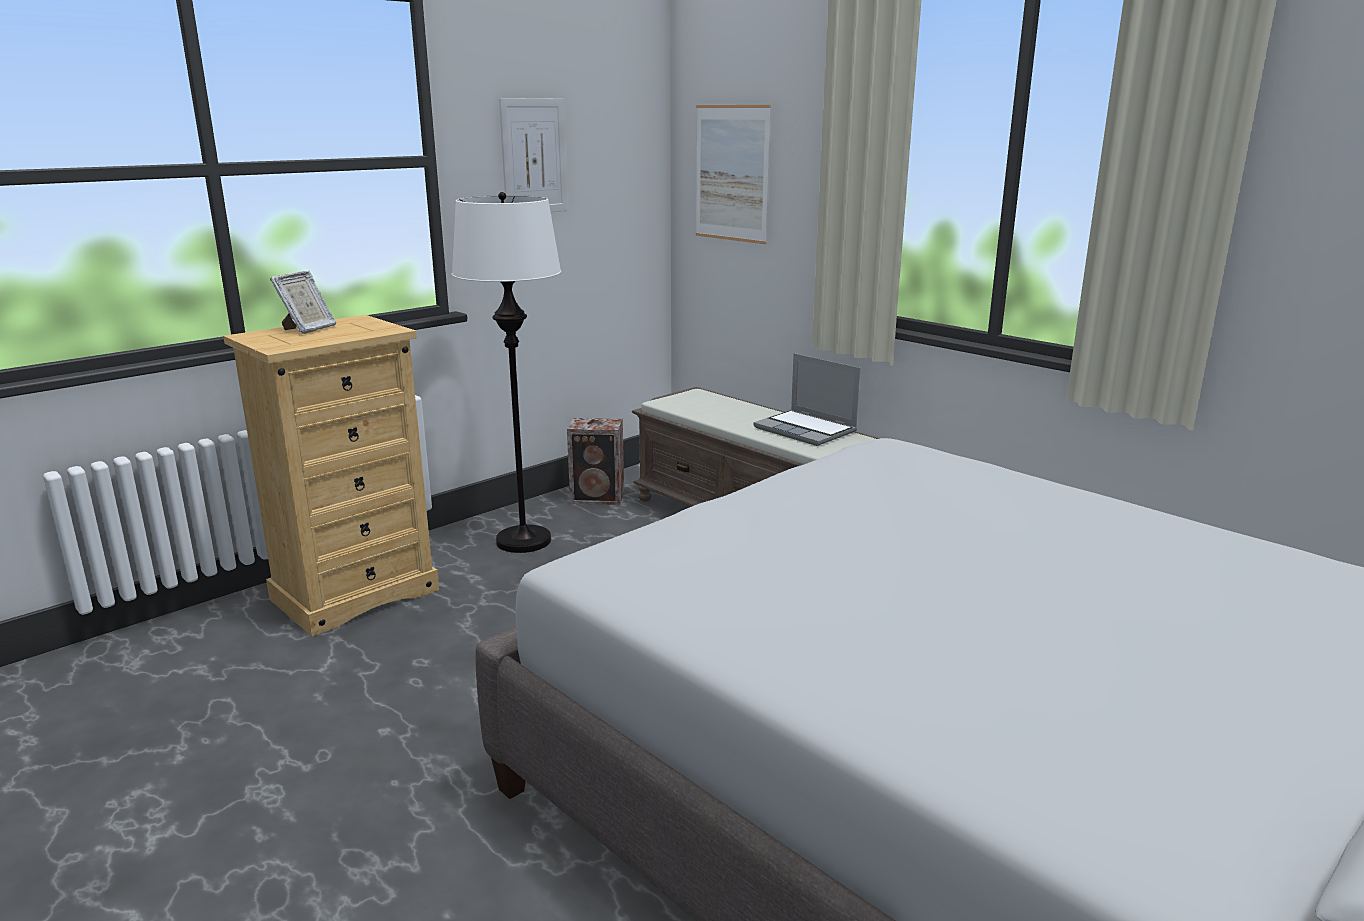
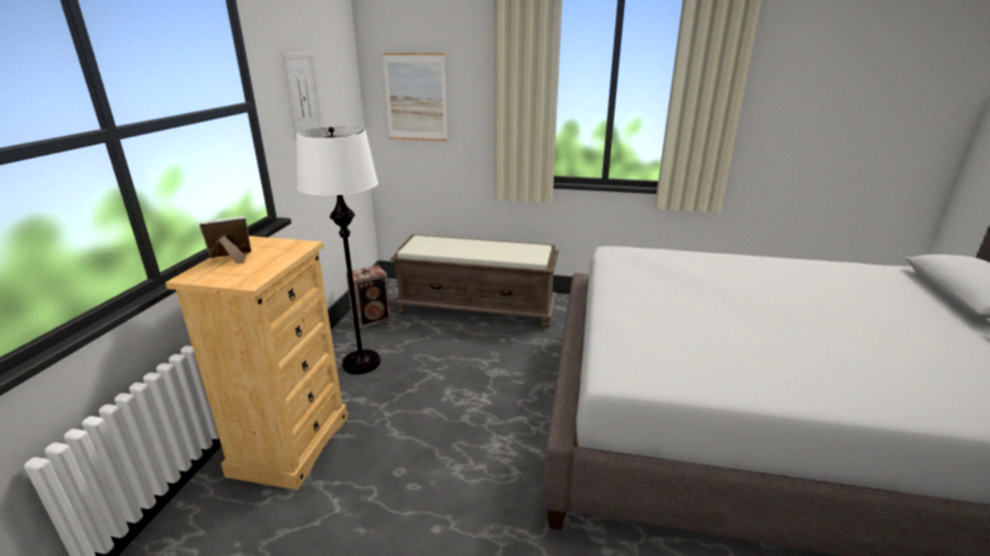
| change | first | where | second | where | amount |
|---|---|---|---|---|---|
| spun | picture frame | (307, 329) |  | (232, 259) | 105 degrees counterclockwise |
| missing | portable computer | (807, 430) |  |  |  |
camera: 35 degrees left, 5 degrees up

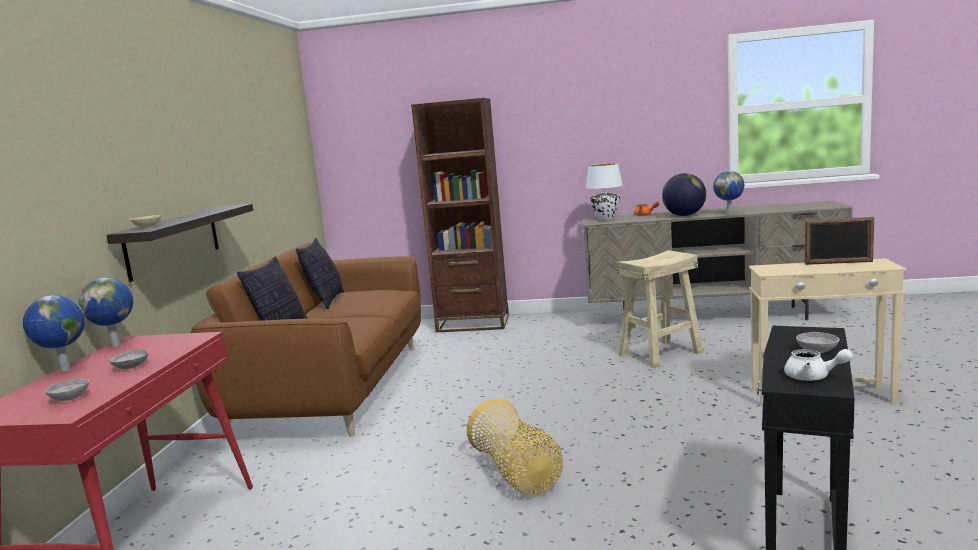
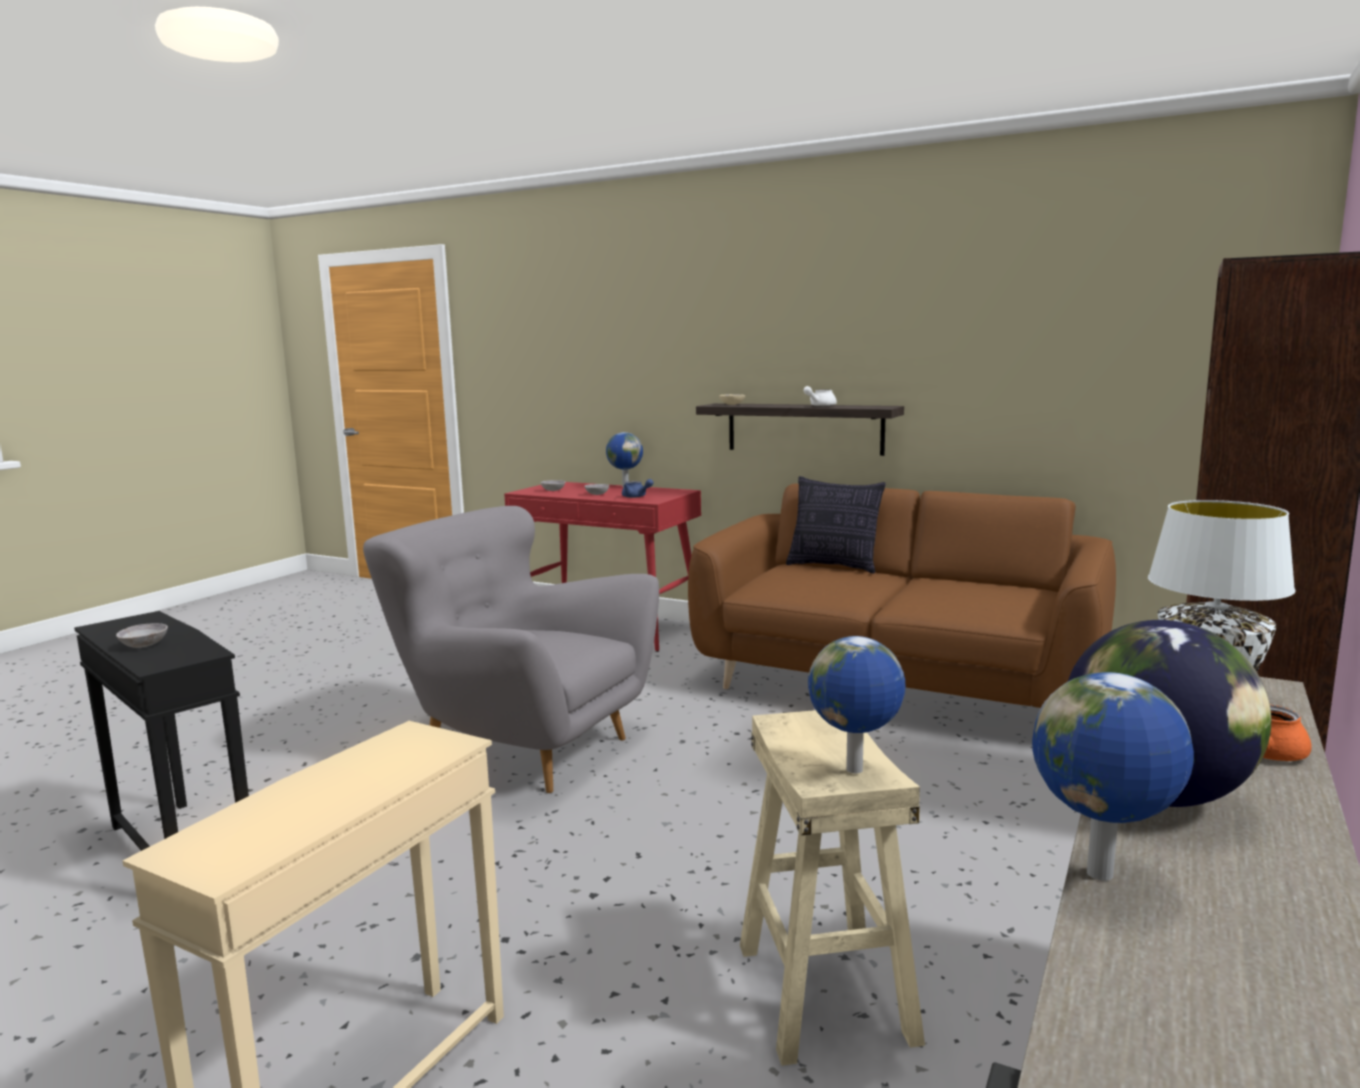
| change | first | where | second | where | amount |
|---|---|---|---|---|---|
| relocated | globe | (117, 345) |  | (855, 771) |  |
| missing | cushion | (326, 301) |  |  |  |
| exchanged | household basket | (517, 474) | greyish lounge chair | (521, 748) |  |
| relocated | whitish teapot | (813, 377) |  | (819, 406) |  |
| missing | picture frame | (838, 263) |  |  |  |
| appeared |  |  | bluish teapot | (636, 497) |  |
camera: 110 degrees right, 0 degrees up

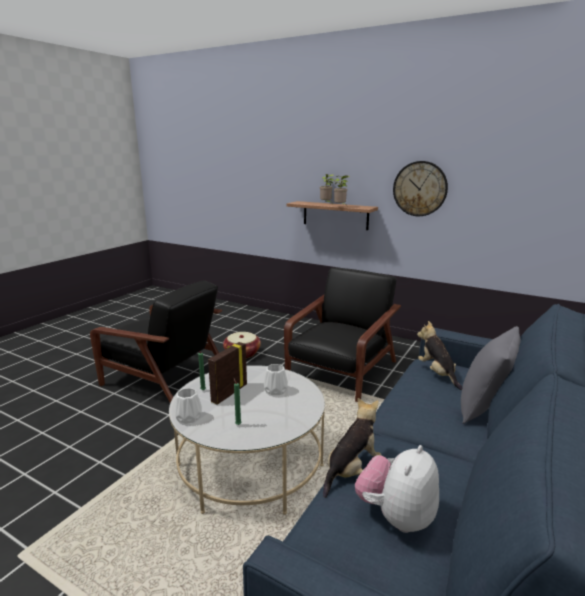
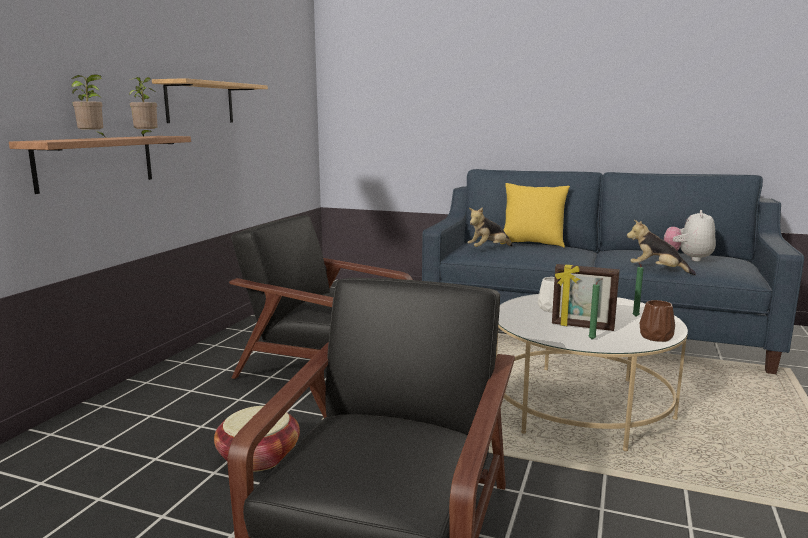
| change | first | where | second | where | amount |
|---|---|---|---|---|---|
| colour | whitish flower vase | (188, 418) | brown flower vase | (656, 337) |  |
| spun | cuddly toy | (396, 516) |  | (688, 258) | 90 degrees clockwise |
| exchanged | clock on the wall | (420, 189) | shelf | (200, 103) |  |
| colour | greyish cushion | (485, 408) | yellowish cushion | (532, 244) |  |
camera: 100 degrees left, 5 degrees down

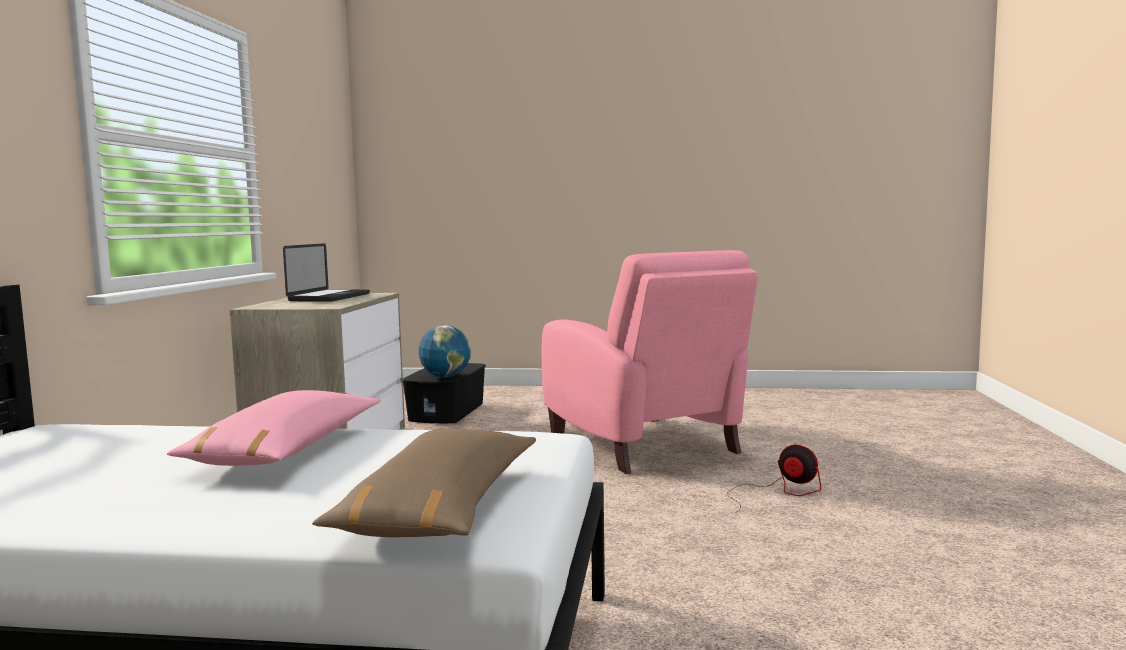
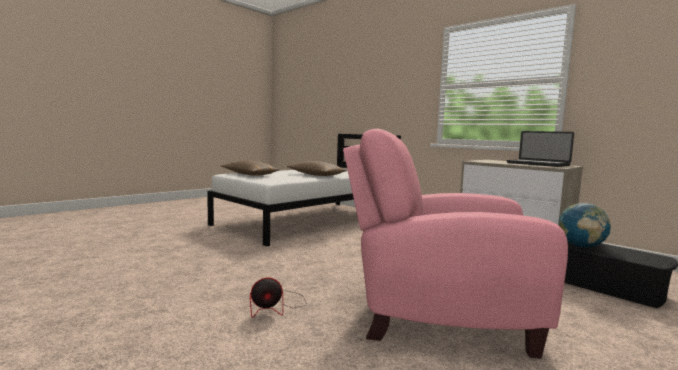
| change | first | where | second | where | amount |
|---|---|---|---|---|---|
| colour | pinkish cushion | (286, 450) | brown cushion | (316, 175) |  |
camera: 125 degrees right, 0 degrees up

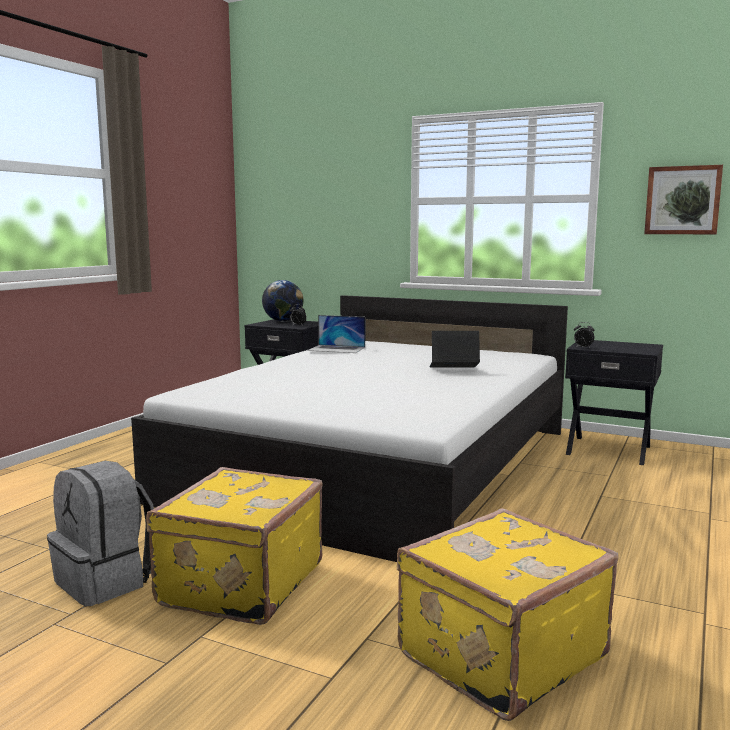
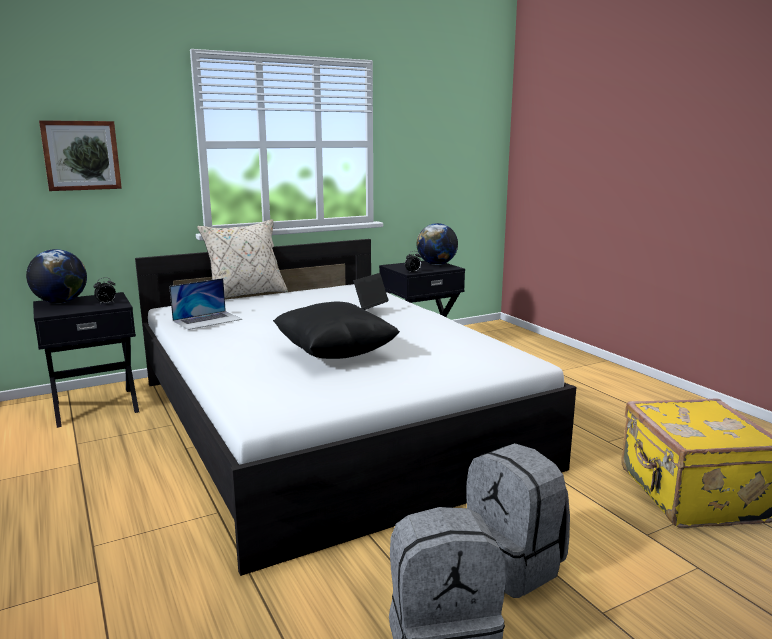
| change | first | where | second | where | amount |
|---|---|---|---|---|---|
| exchanged | yellowish travel case | (239, 583) | greyish rucksack | (514, 564) |  |
| relocated | picture | (682, 200) |  | (81, 155) |  |
| appeared |  |  | beige cushion | (245, 294) |  |
| appeared |  |  | blackish cushion | (335, 354) |  |
| appeared |  |  | globe | (436, 264) |  |
camera: 55 degrees left, 5 degrees up

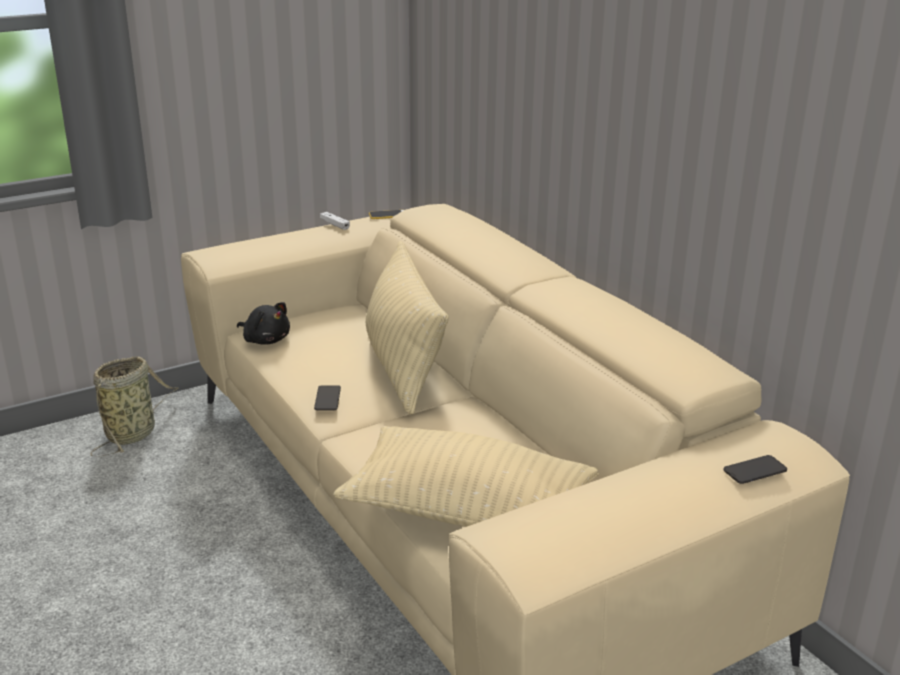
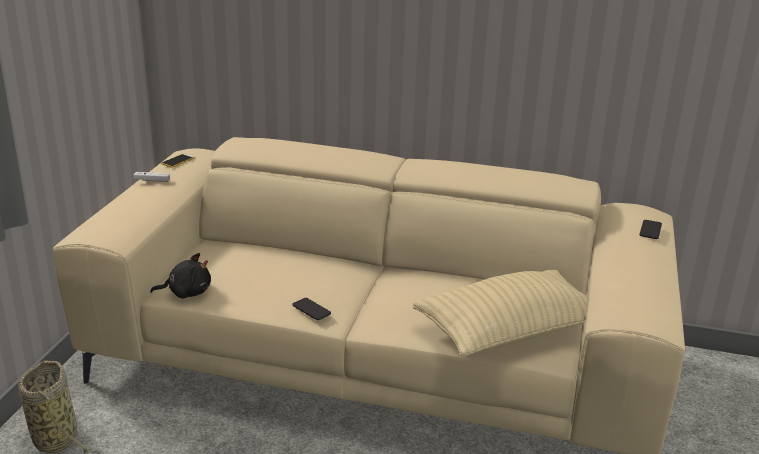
| change | first | where | second | where | amount |
|---|---|---|---|---|---|
| missing | beige cushion | (403, 367) |  |  |  |
camera: 45 degrees left, 0 degrees up

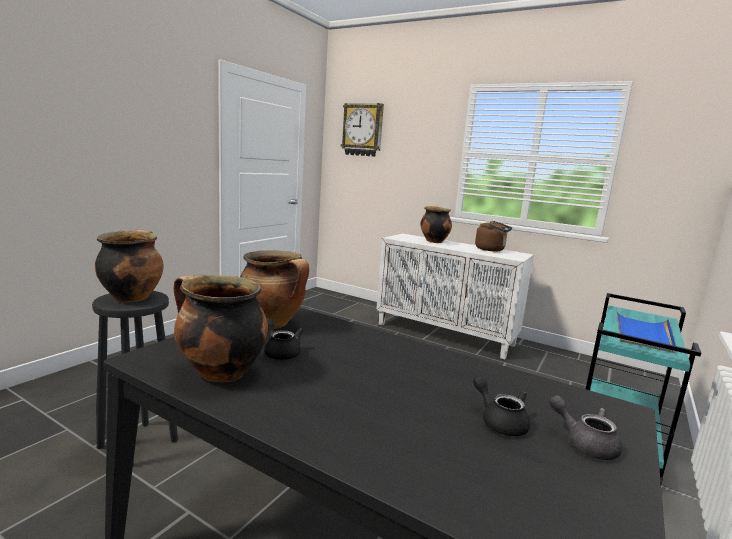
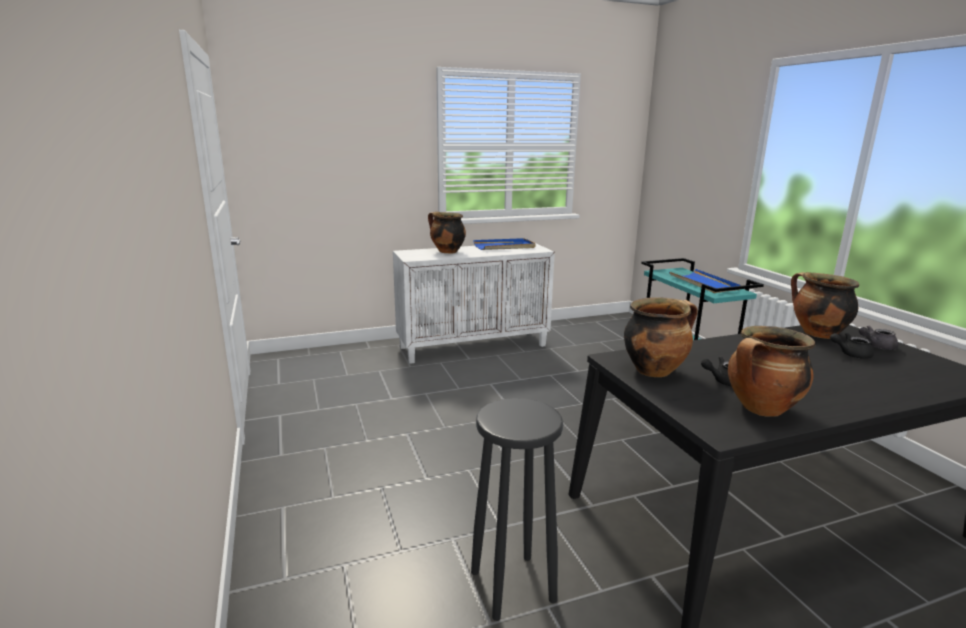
| change | first | where | second | where | amount |
|---|---|---|---|---|---|
| relocated | cooking pot | (132, 297) |  | (816, 334) |  |
| missing | clock on the wall | (362, 130) |  |  |  |
| exchanged | brown kettle | (491, 250) | bluish carrying tray | (504, 246) |  |
camera: 50 degrees left, 5 degrees up

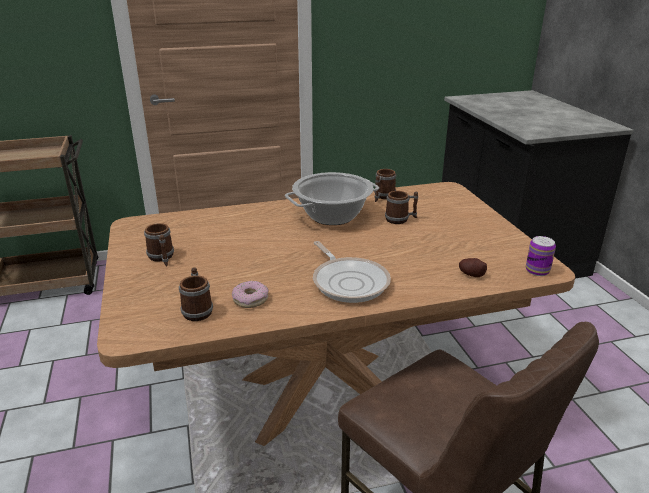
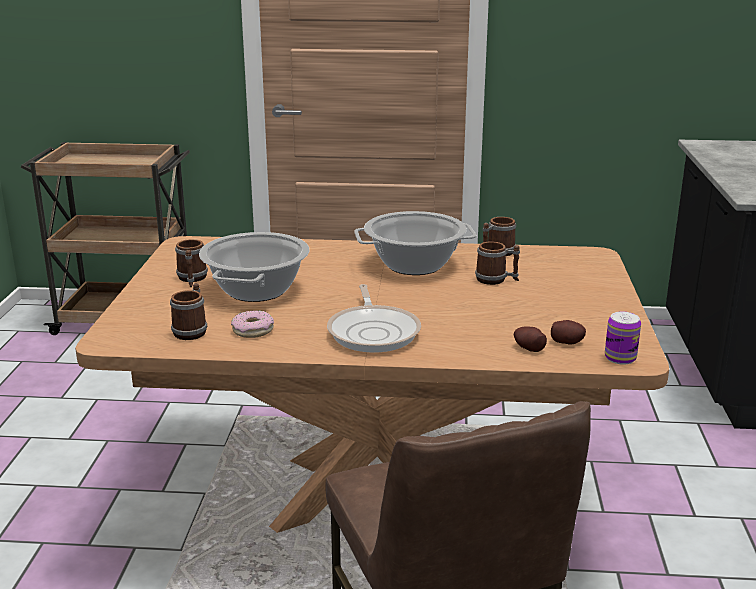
| change | first | where | second | where | amount |
|---|---|---|---|---|---|
| appeared |  |  | cooking pot | (257, 290) |  |
| appeared |  |  | whole potato | (567, 342) |  |
camera: 20 degrees right, 5 degrees down

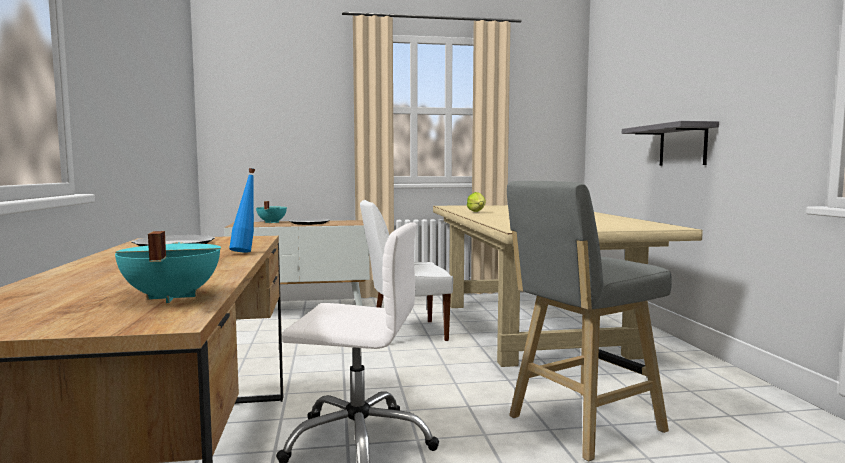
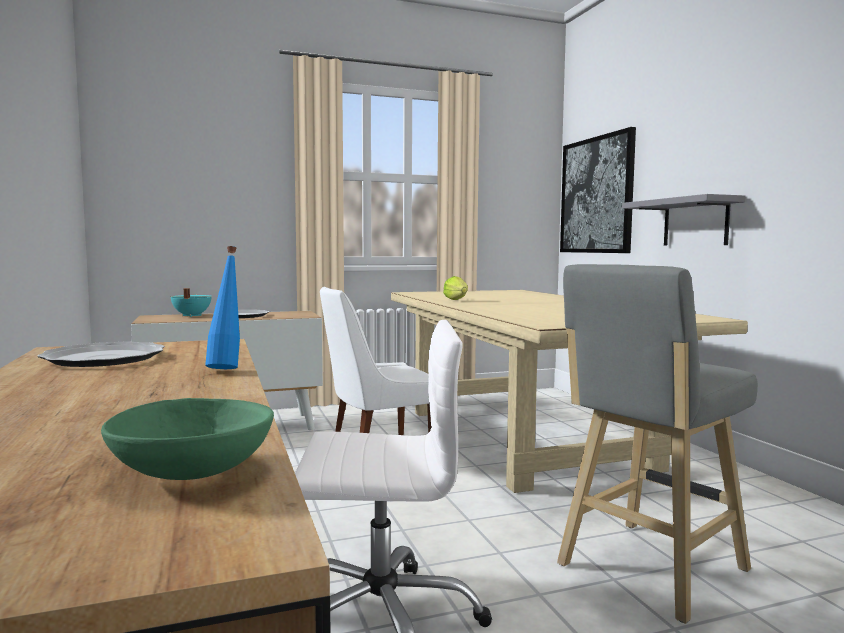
| change | first | where | second | where | amount |
|---|---|---|---|---|---|
| exchanged | blue-green cooking pot | (169, 298) | green deep dish | (190, 473) |  |
| appeared |  |  | picture | (596, 195) |  |
camera: 10 degrees left, 0 degrees up

